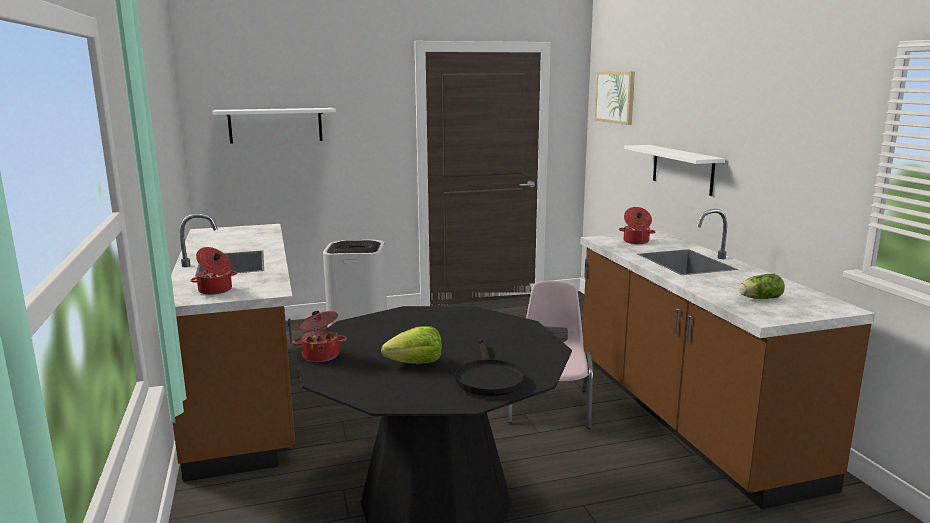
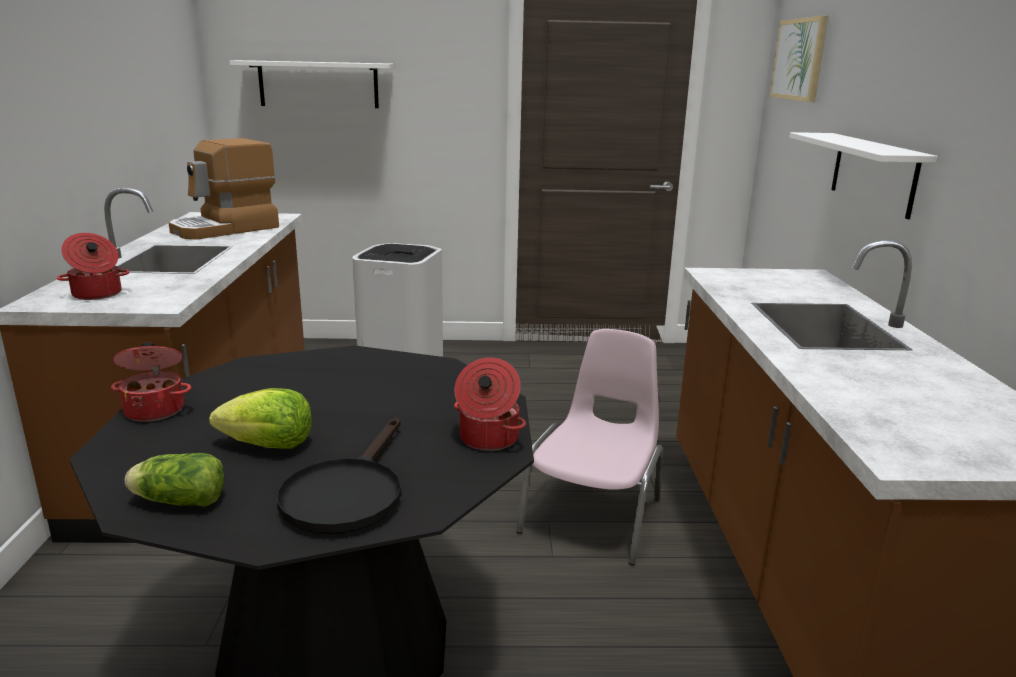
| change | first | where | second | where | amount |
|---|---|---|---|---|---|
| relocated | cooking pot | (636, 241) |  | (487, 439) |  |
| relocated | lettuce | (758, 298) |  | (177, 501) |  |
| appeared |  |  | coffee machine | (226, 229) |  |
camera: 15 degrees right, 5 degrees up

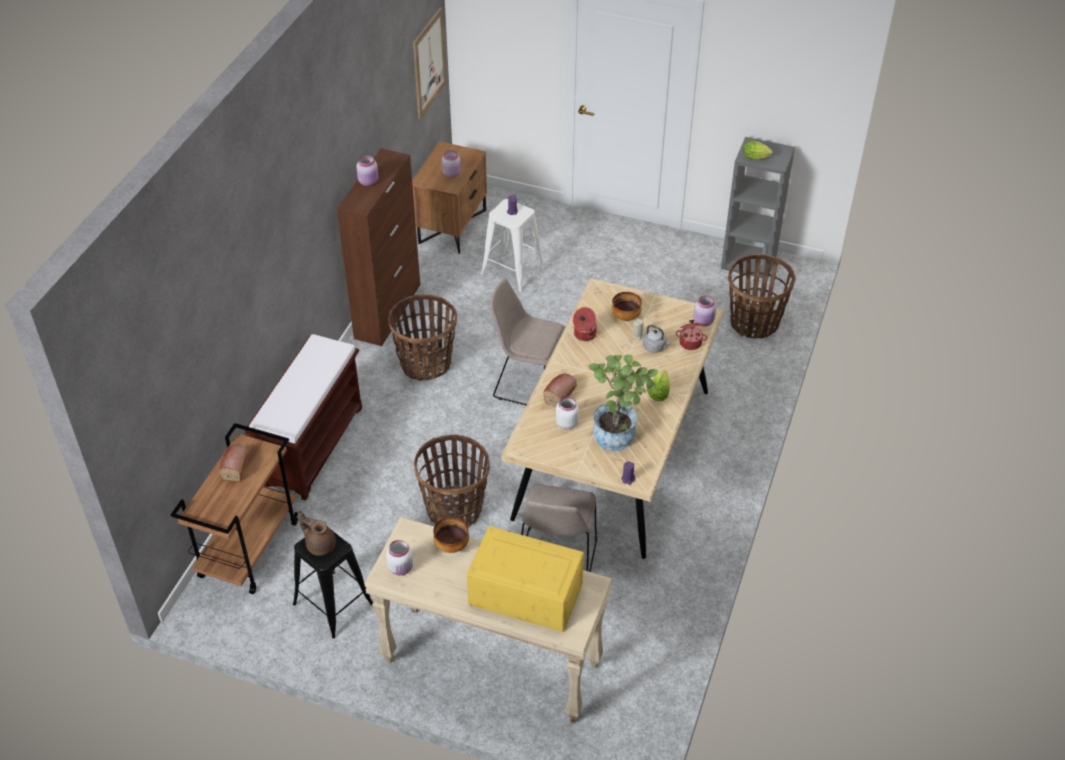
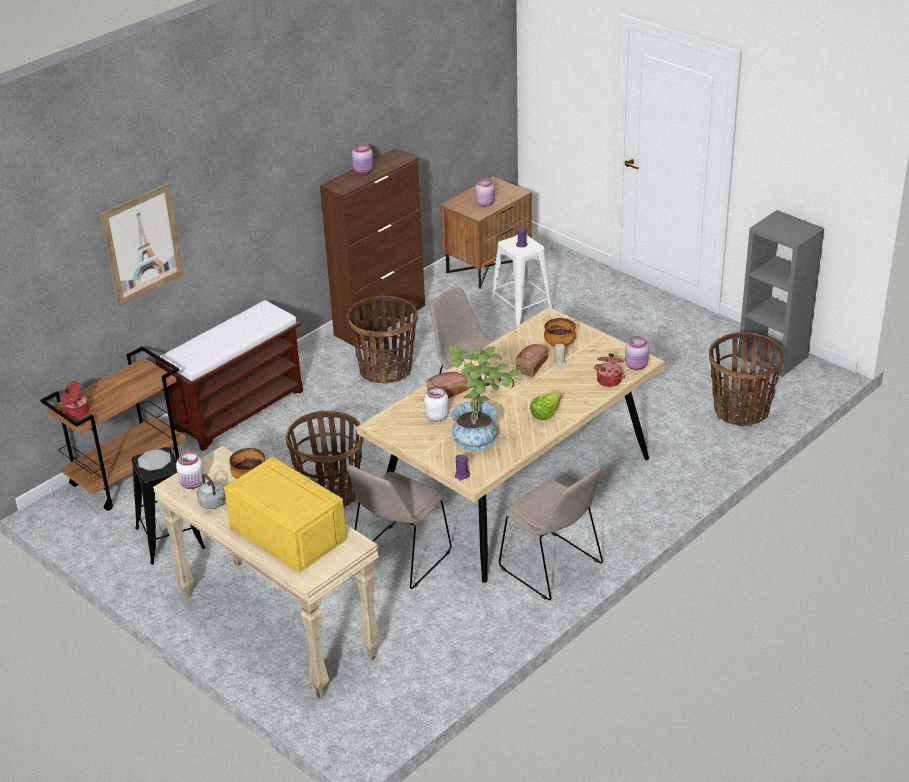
| change | first | where | second | where | amount |
|---|---|---|---|---|---|
| relocated | bread | (235, 466) |  | (533, 365) |  |
| exchanged | brown teapot | (320, 544) | flat dish | (154, 461) |  |
| relocated | picture | (429, 63) |  | (142, 244) |  |
| relocated | cooking pot | (584, 334) |  | (76, 411) |  |
| relocated | greyish kettle | (655, 347) |  | (213, 504) |  |
| missing | lettuce | (757, 157) |  |  |  |
| appeared |  |  | beige chair | (553, 567) |  |
camera: 25 degrees right, 10 degrees down

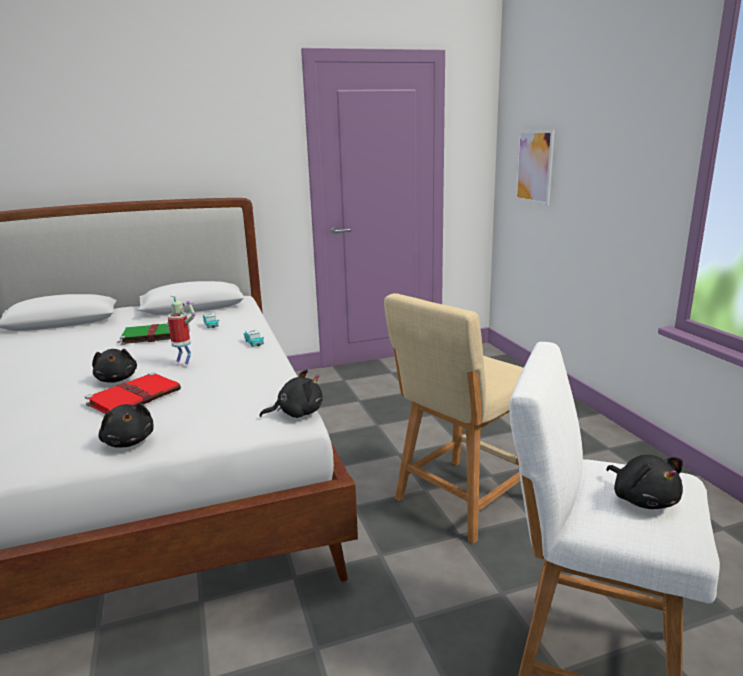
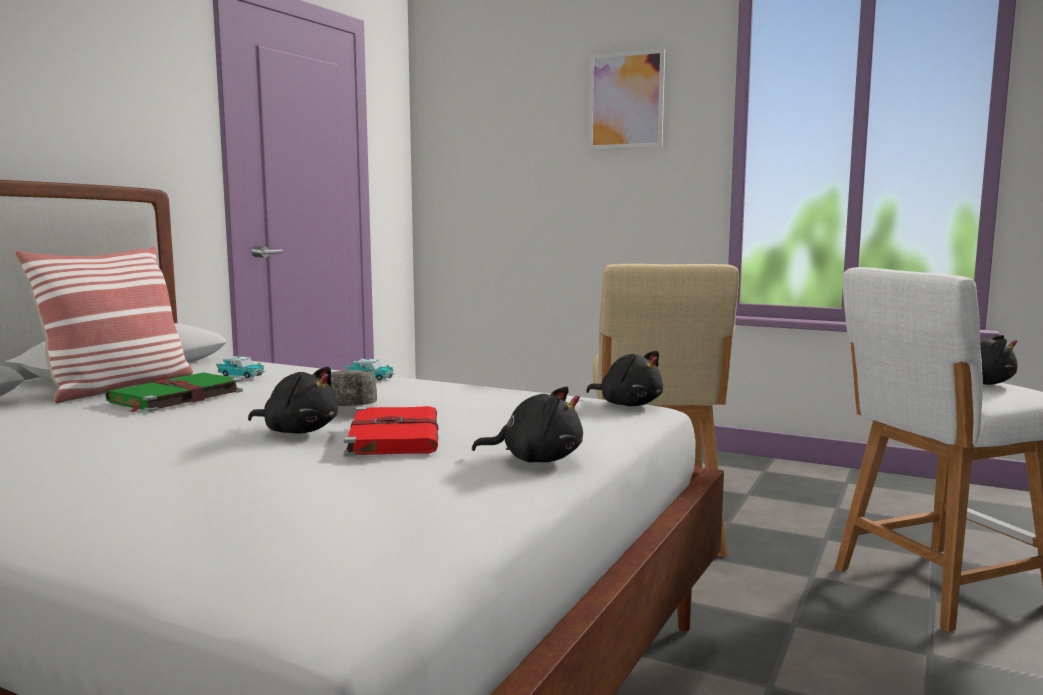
| change | first | where | second | where | amount |
|---|---|---|---|---|---|
| exchanged | toy robot | (185, 365) | greyish peaked cap | (350, 405) |  |
| spun | blackish cuddly toy | (297, 413) |  | (628, 404) | 105 degrees clockwise |
| relocated | picture | (534, 166) |  | (626, 100) |  |
| appeared |  |  | cushion | (118, 387) |  |
camera: 45 degrees left, 10 degrees down

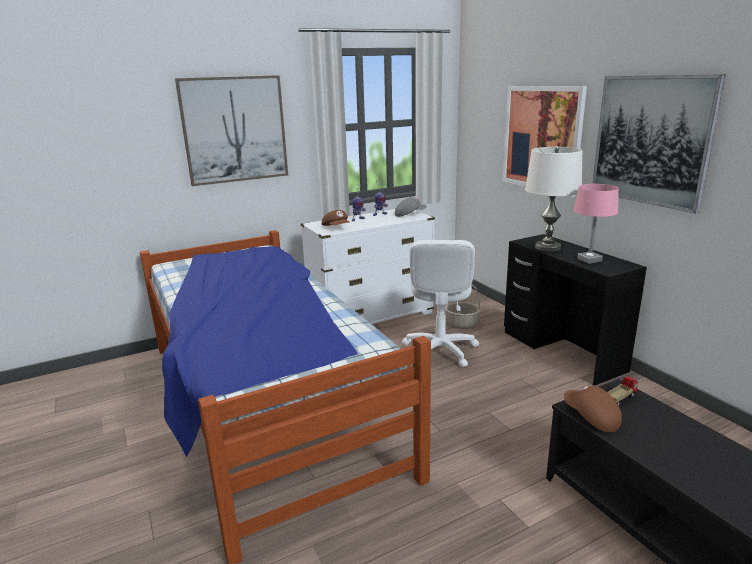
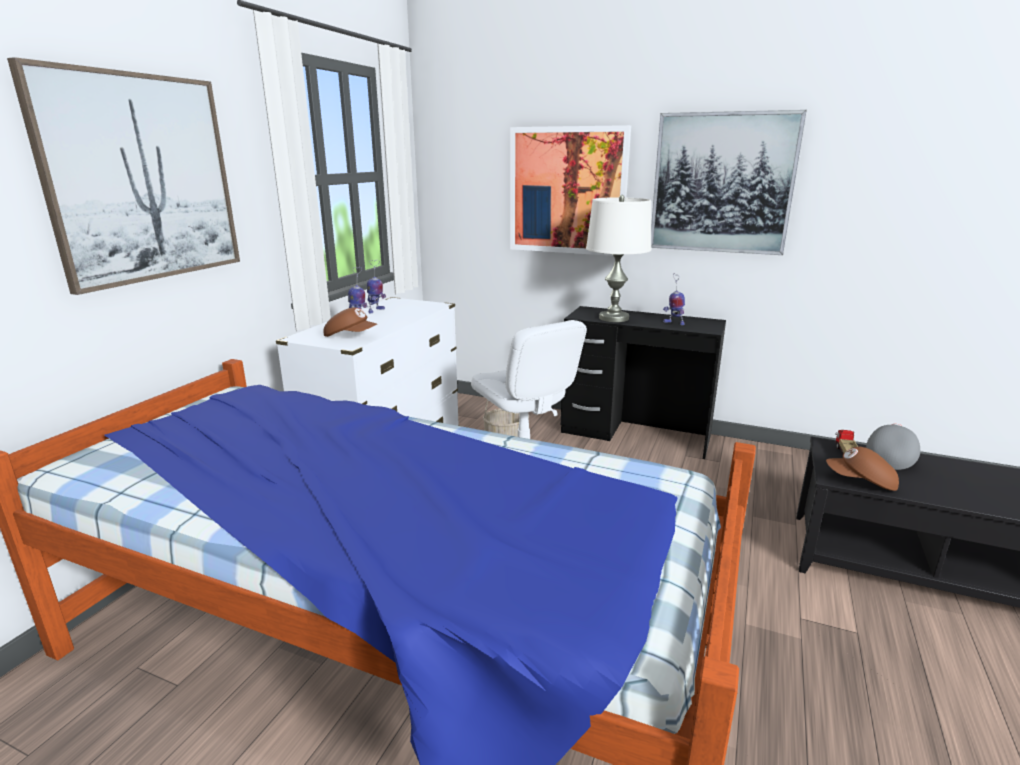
| change | first | where | second | where | amount |
|---|---|---|---|---|---|
| relocated | greyish peaked cap | (409, 214) |  | (889, 457) |  |
| exchanged | pinkish table lamp | (589, 260) | toy robot | (673, 323) |  |
camera: 40 degrees left, 0 degrees up

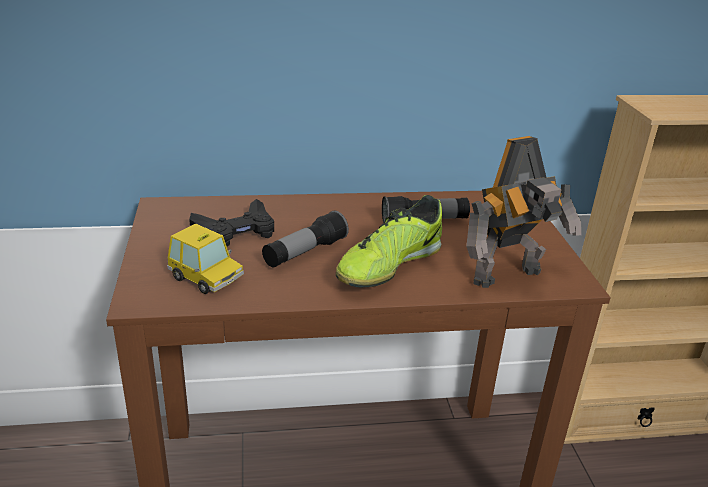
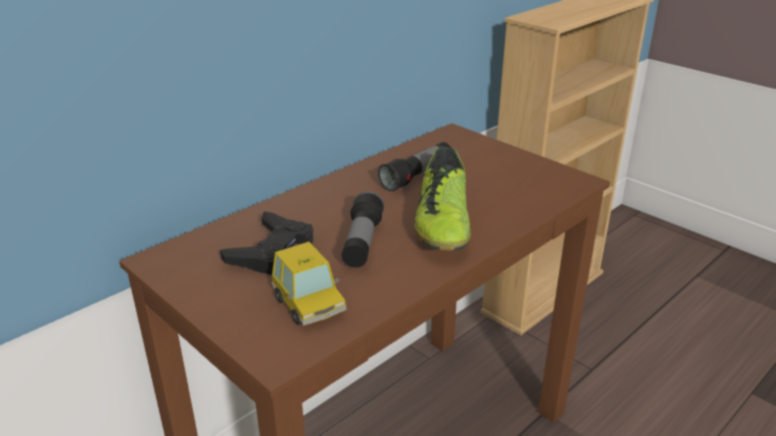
| change | first | where | second | where | amount |
|---|---|---|---|---|---|
| spun | miniature car | (206, 277) |  | (309, 304) | 60 degrees clockwise |
| missing | toy robot | (510, 278) |  |  |  |
camera: 35 degrees left, 0 degrees up

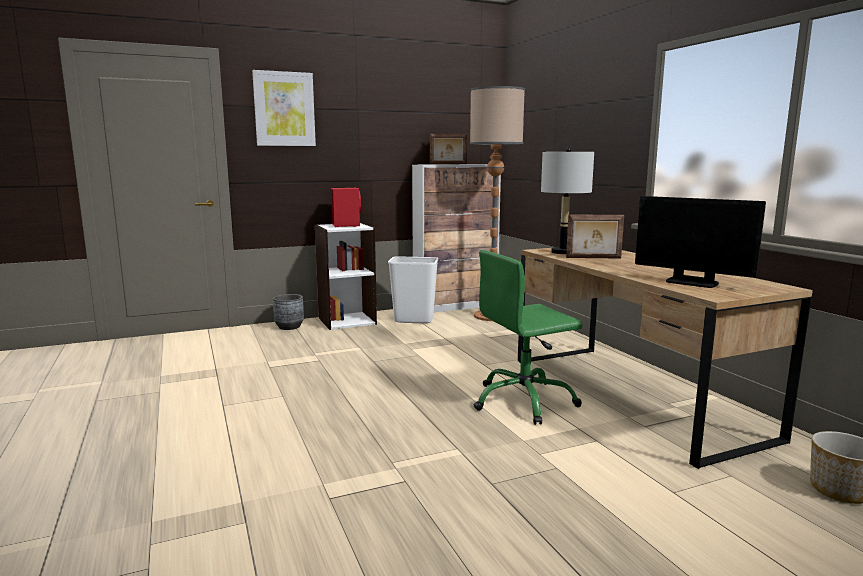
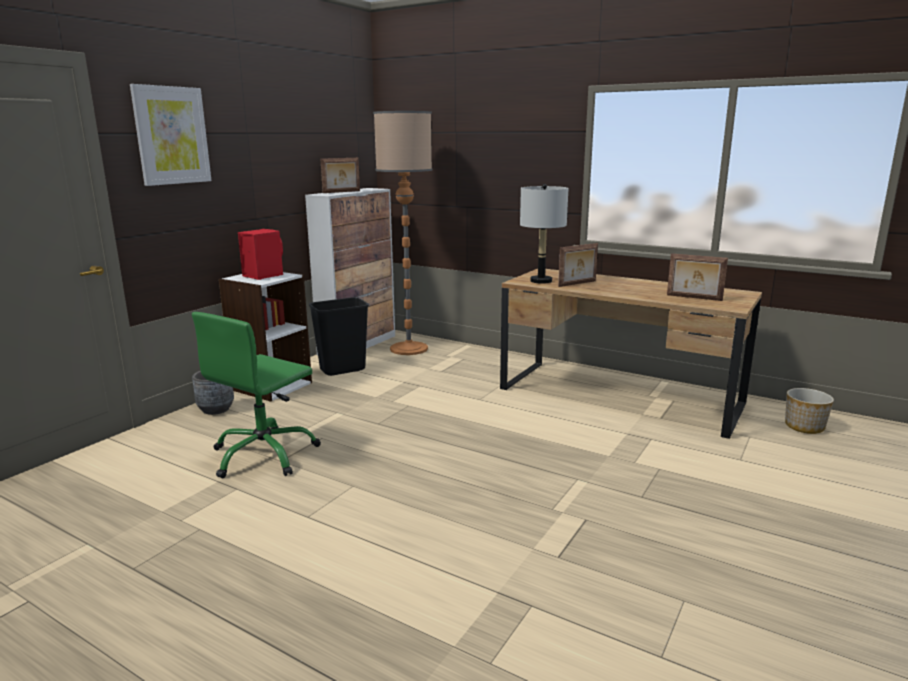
| change | first | where | second | where | amount |
|---|---|---|---|---|---|
| colour | whitish waste bin | (413, 320) | blackish waste bin | (342, 370) |  |
| relocated | green computer chair | (524, 401) |  | (264, 455) |  |
| exchanged | computer display | (692, 282) | picture frame | (694, 298) |  |
camera: 35 degrees left, 5 degrees up

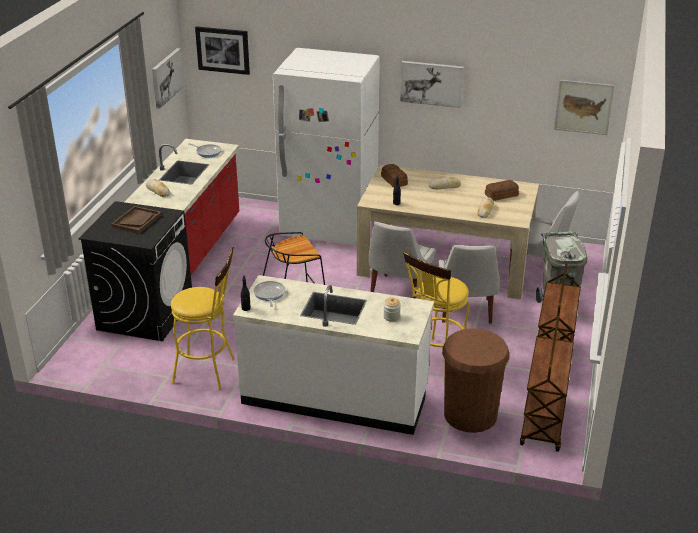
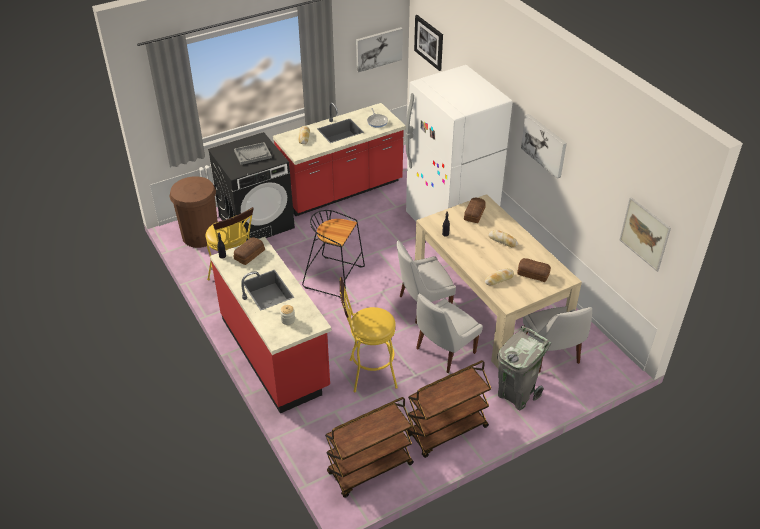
| change | first | where | second | where | amount |
|---|---|---|---|---|---|
| colour | brown carrying tray | (137, 221) | greyish carrying tray | (253, 154) |  |
| colour | whitish kitchen counter | (335, 397) | red-coloured kitchen counter | (275, 353) |  |
| exchanged | skillet | (269, 294) | bread | (248, 254) |  |
| relocated | brown waste bin | (470, 414) |  | (200, 235) |  |
camera: 45 degrees right, 10 degrees up

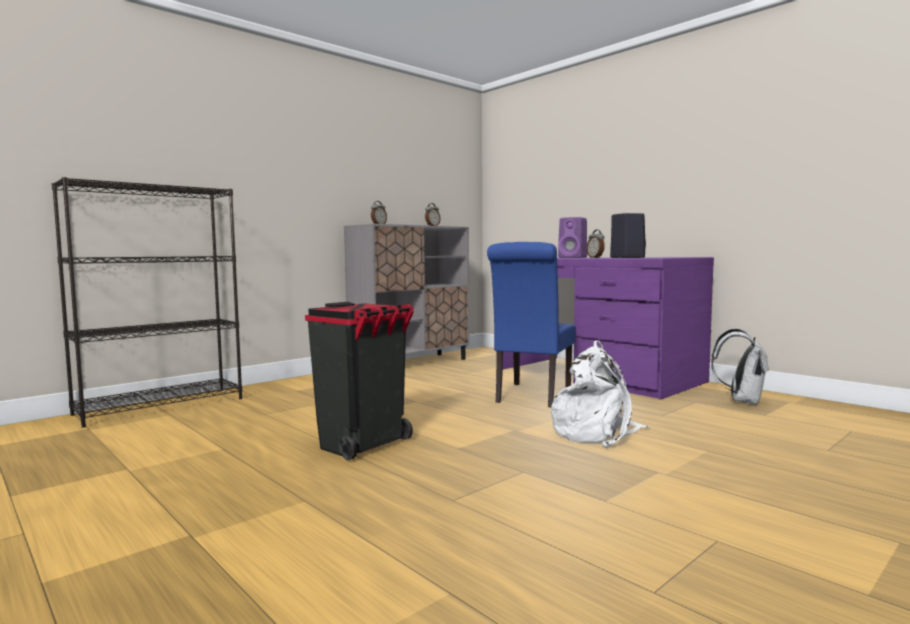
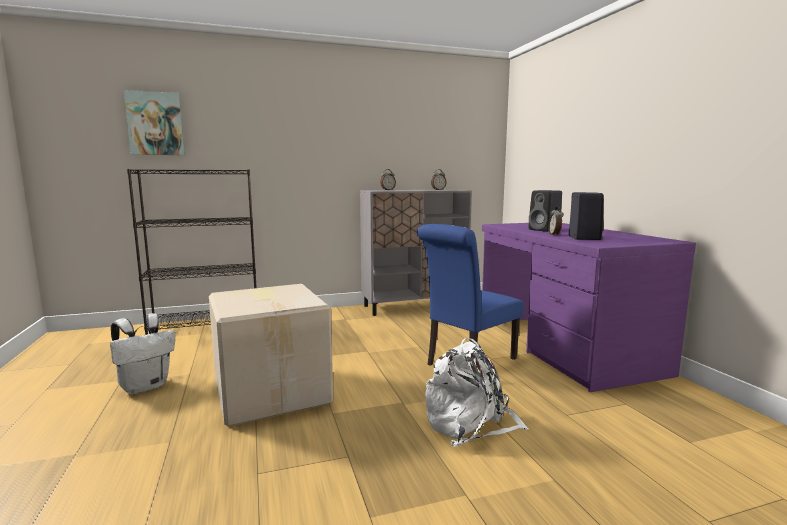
| change | first | where | second | where | amount |
|---|---|---|---|---|---|
| exchanged | blackish waste bin | (363, 445) | cardboard box | (273, 392) |  |
| colour | purplish loudspeaker | (573, 257) | blackish loudspeaker | (545, 230) |  |
| relocated | whitish rucksack | (741, 401) |  | (146, 386) |  |
| appeared |  |  | picture | (155, 124) |  |
camera: 25 degrees right, 5 degrees up

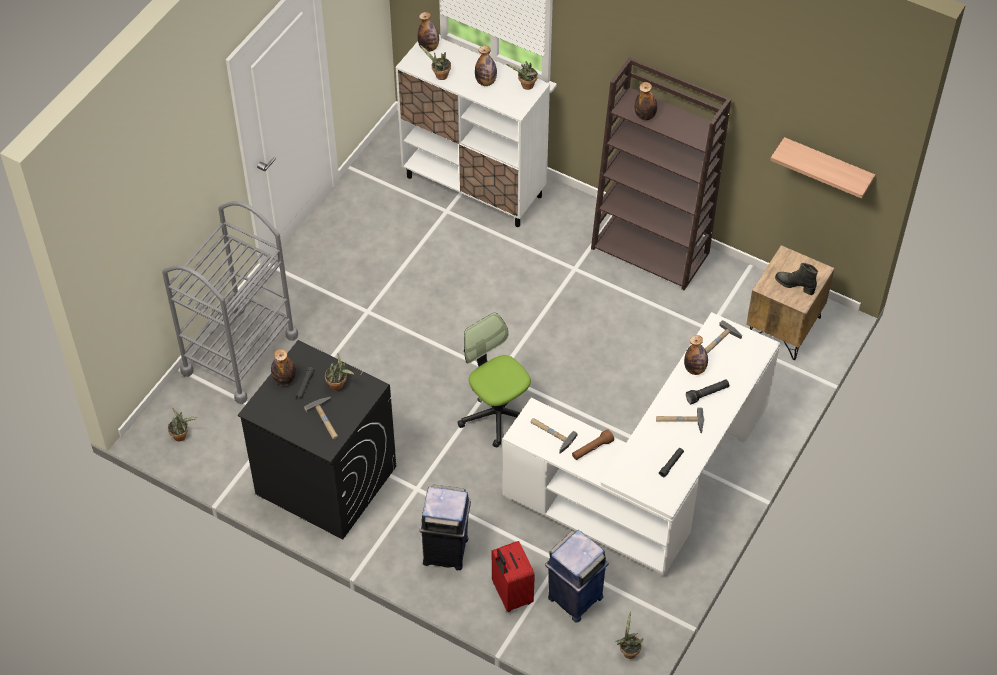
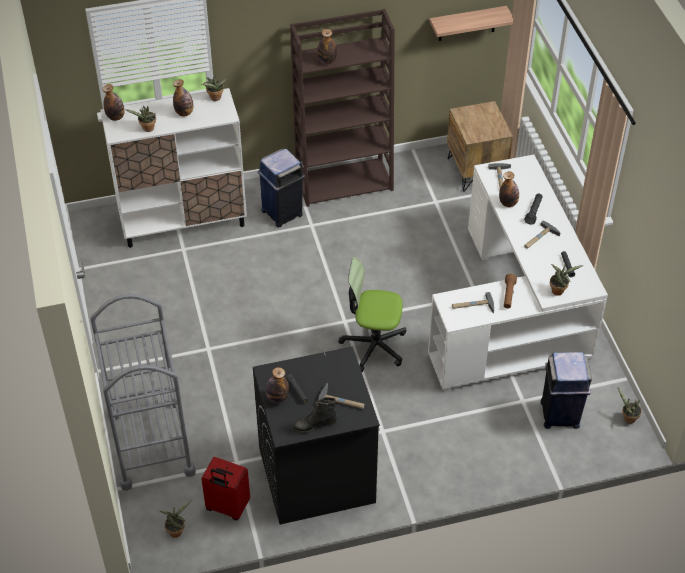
| change | first | where | second | where | amount |
|---|---|---|---|---|---|
| relocated | potted plant | (338, 385) |  | (559, 290) |  |
| relocated | bluish waste bin | (446, 551) |  | (282, 212) |  |
| relocated | red-coloured travel case | (511, 594) |  | (227, 507) |  |
| relocated | blackish tall boot | (795, 285) |  | (314, 425) |  |
camera: 45 degrees left, 5 degrees down

